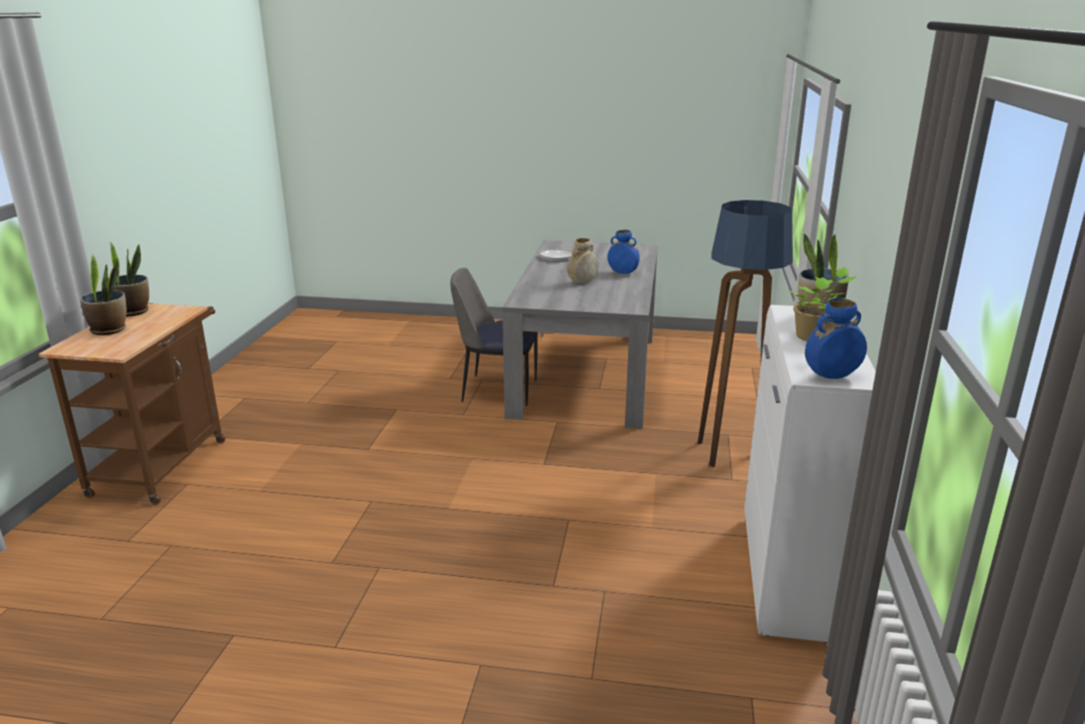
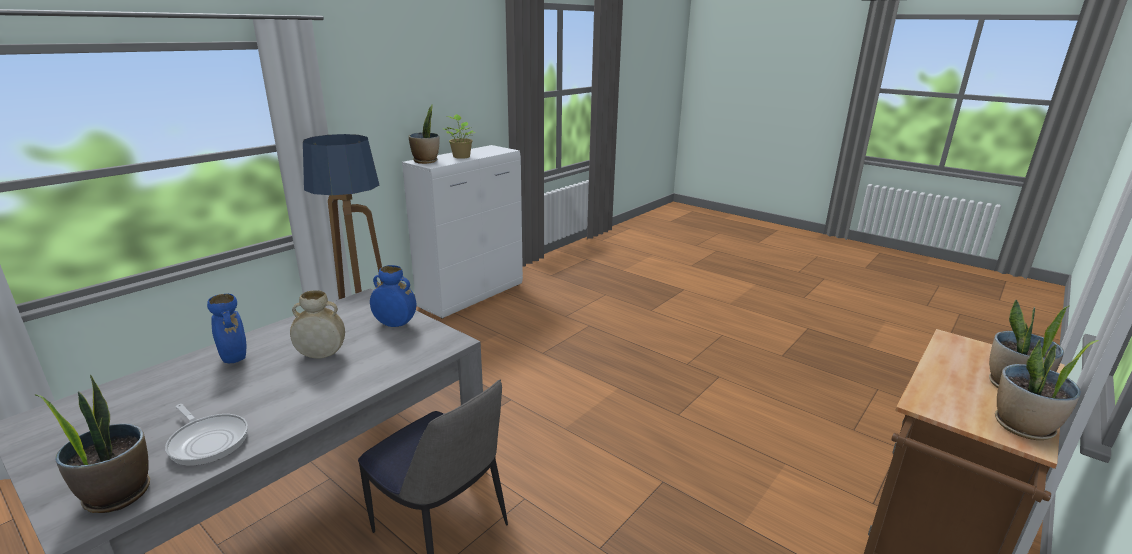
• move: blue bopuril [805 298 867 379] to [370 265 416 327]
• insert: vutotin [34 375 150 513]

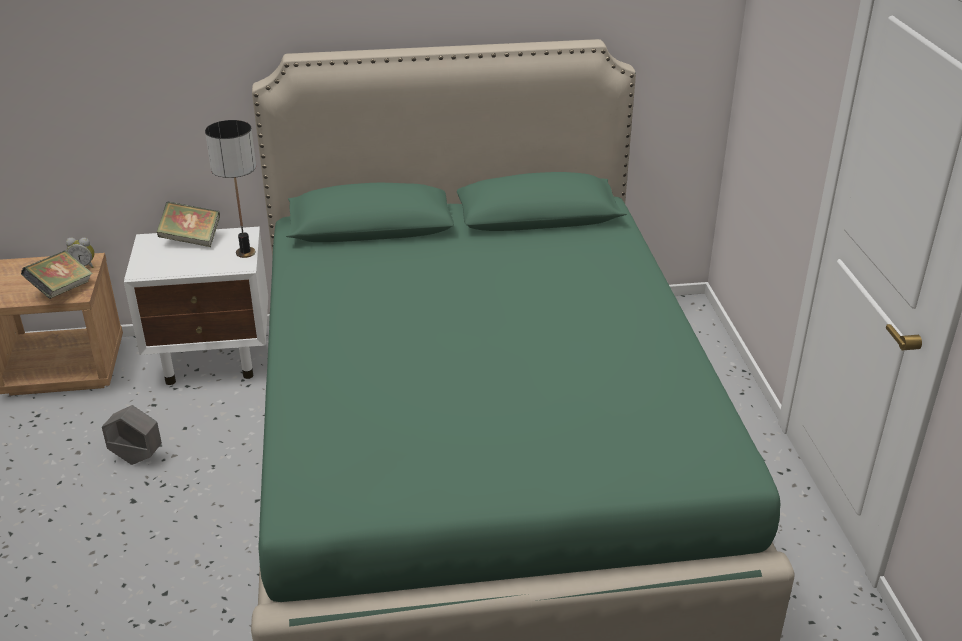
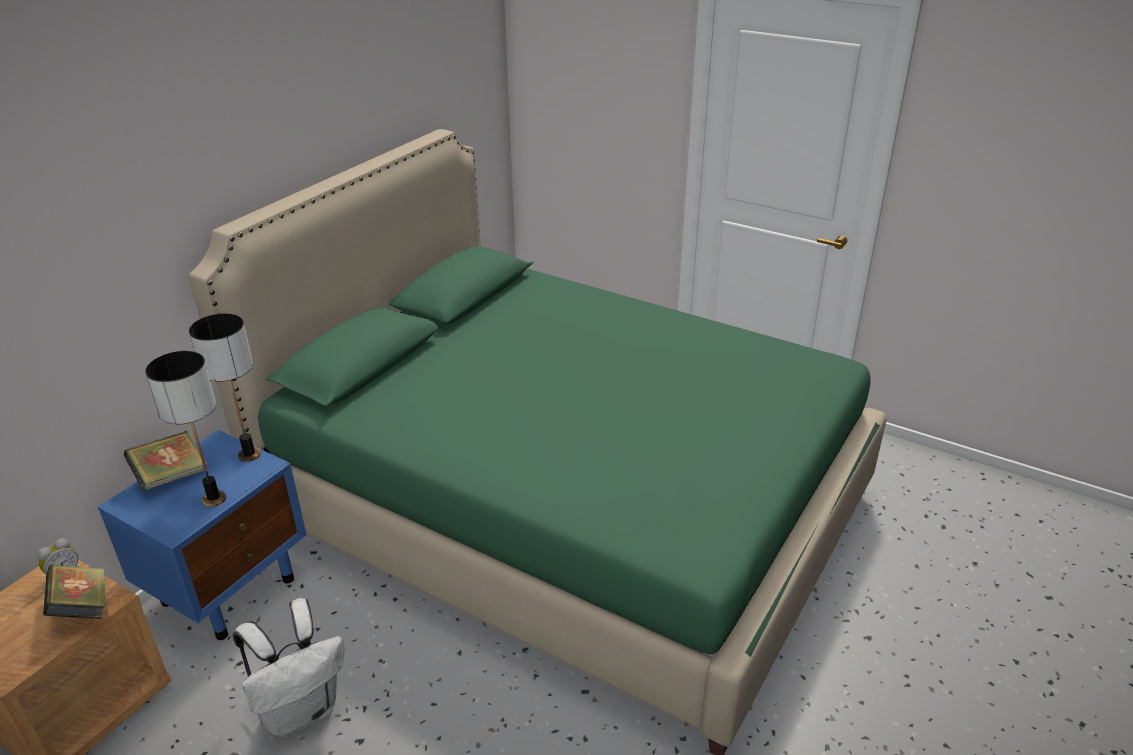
• recolor: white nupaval [124 227 268 385] to blue nupaval [98 430 306 640]
• replace: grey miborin [102 405 162 465] to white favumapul [233 598 344 737]
• insert: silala [145 351 226 507]

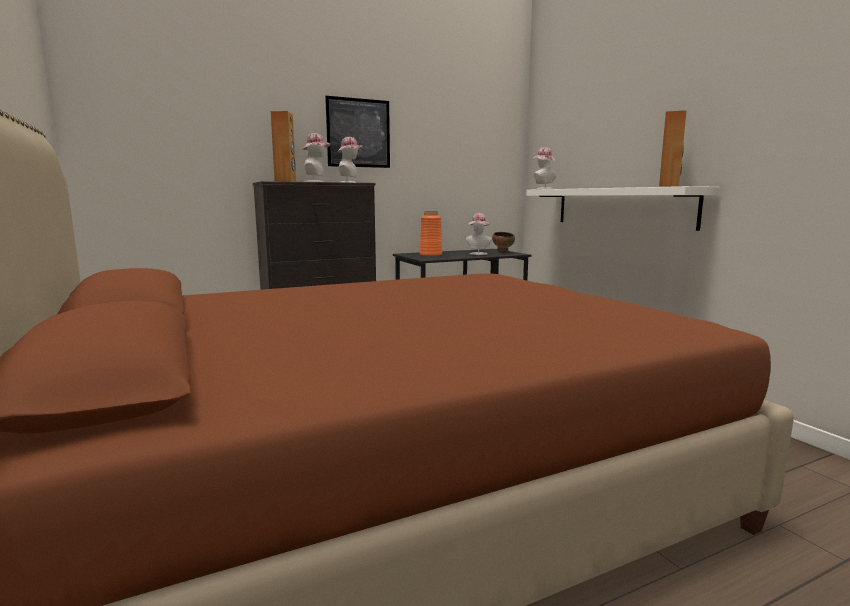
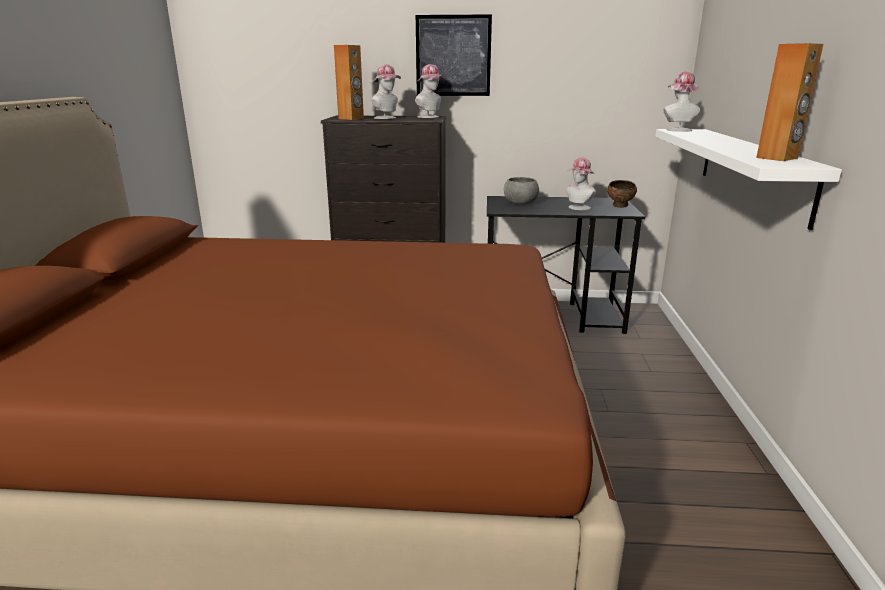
• replace: orange bopuril [420 211 442 256] to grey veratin [504 177 539 205]

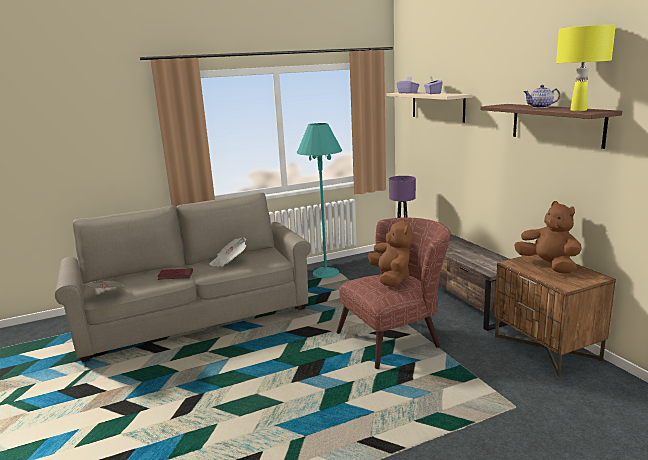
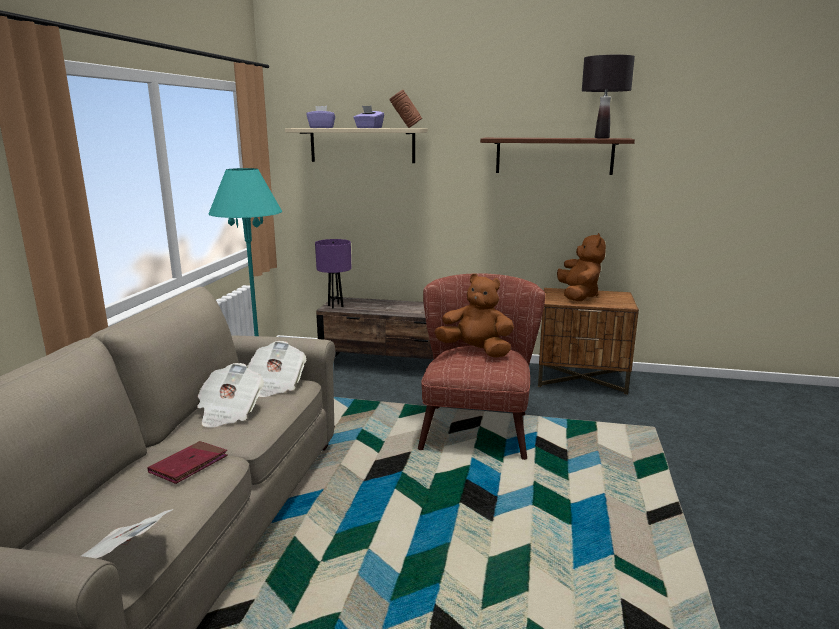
• recolor: yellow silala [556 25 616 111] to black silala [582 55 635 138]
• delete: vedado [523 85 560 108]
• rotate: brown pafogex [514 201 581 273] = [557 233 606 301] 90 degrees clockwise
• insert: brown bopuril [389 90 422 128]
• insert: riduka [247 341 306 397]

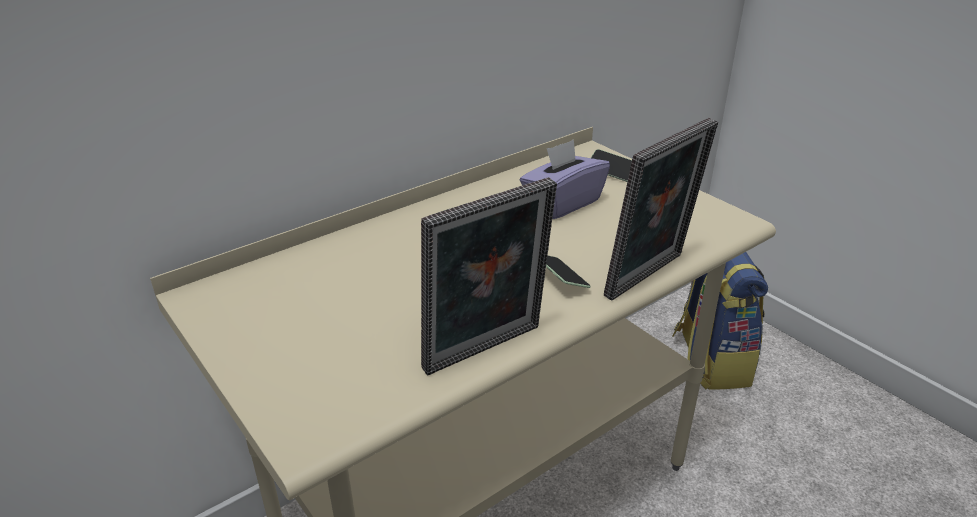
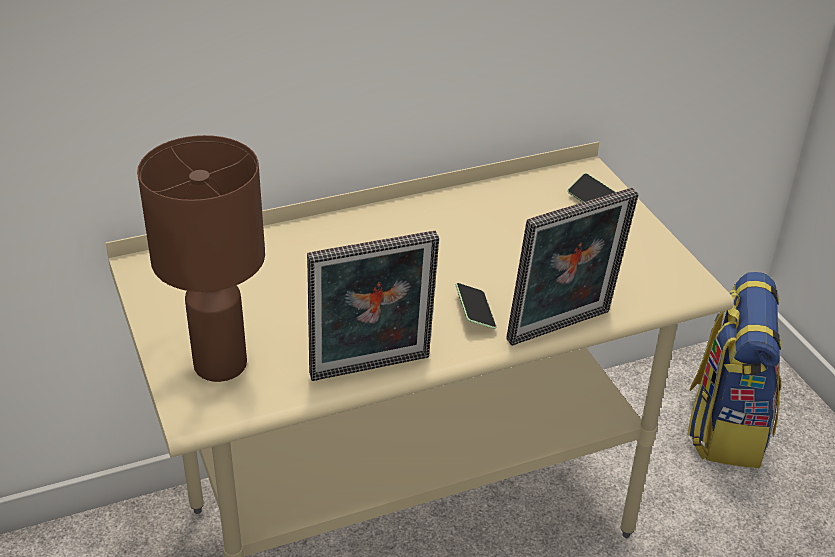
• delete: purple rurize [520 139 610 219]
• insert: brown silala [137 135 265 382]

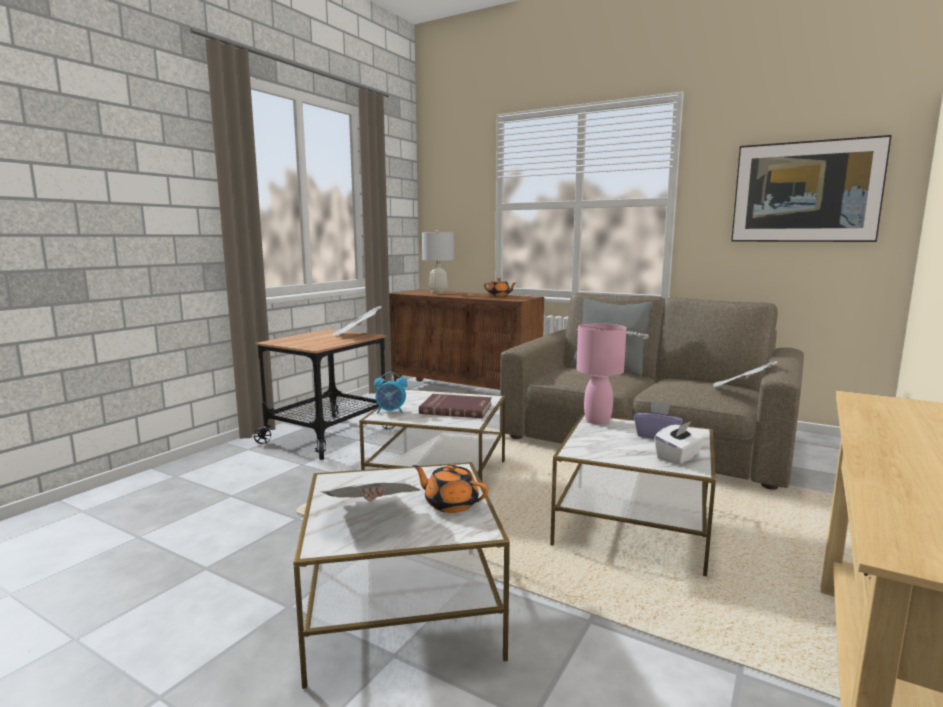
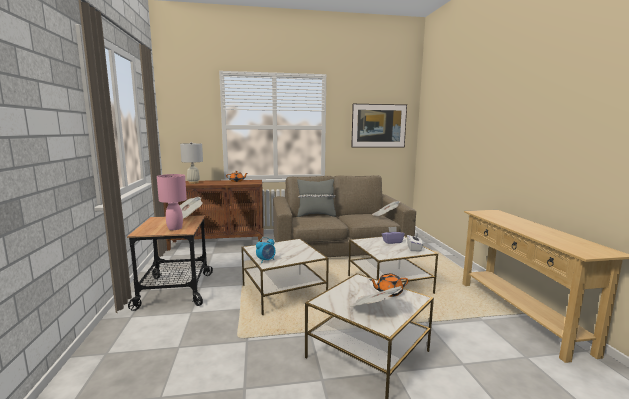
• move: pink silala [576 323 626 425] to [157 174 187 230]
• delete: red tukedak [419 394 492 418]

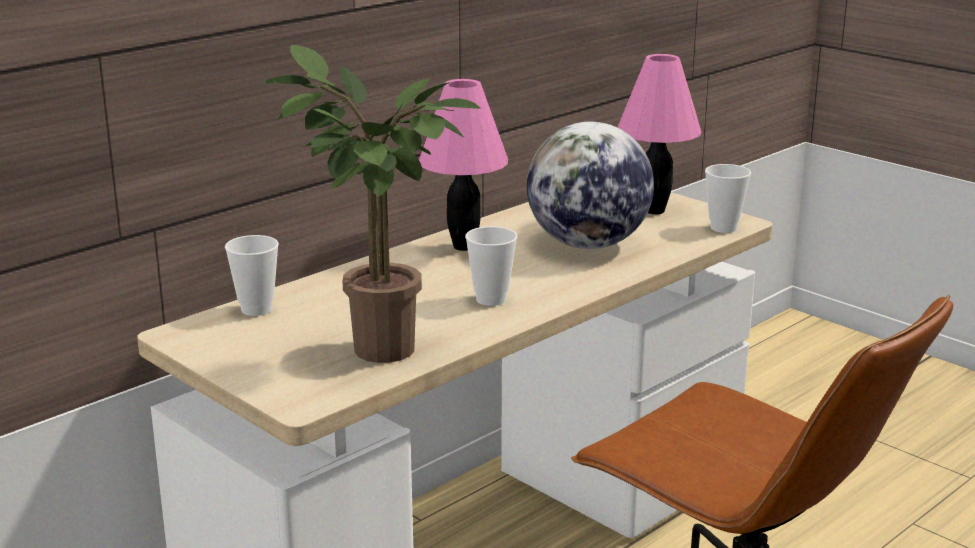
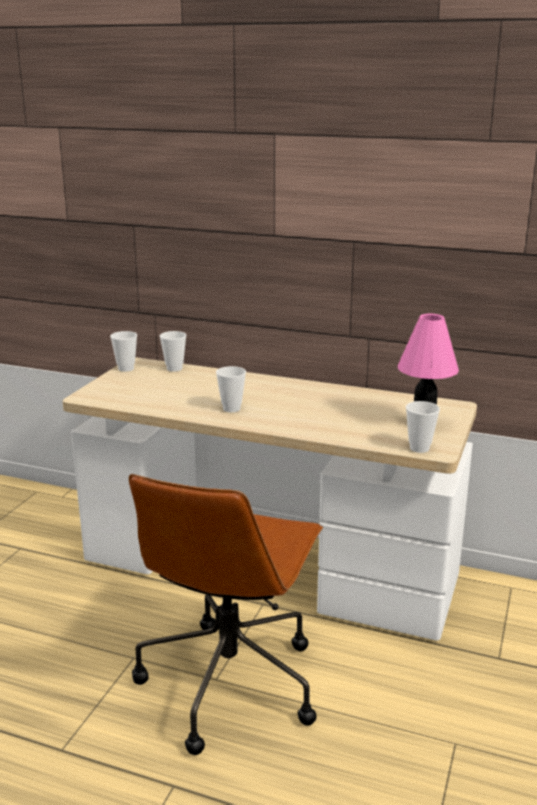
• delete: vutotin [261 45 481 363]
• delete: pink silala [419 79 508 251]
• delete: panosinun [526 122 654 249]
• insert: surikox [110 331 137 372]

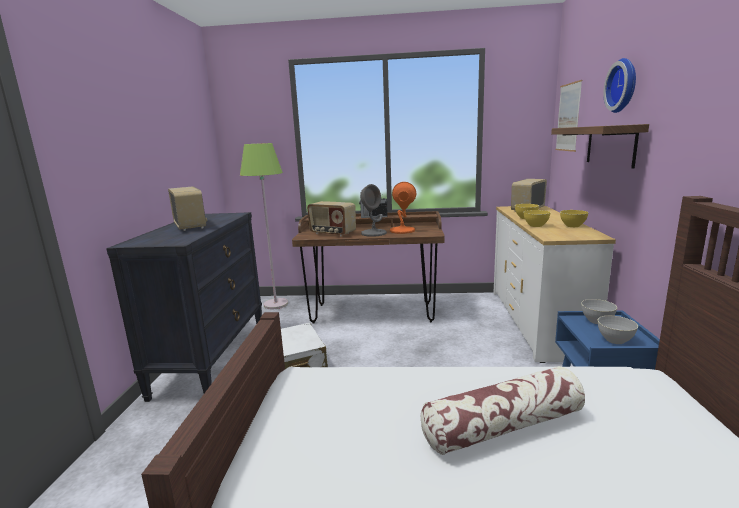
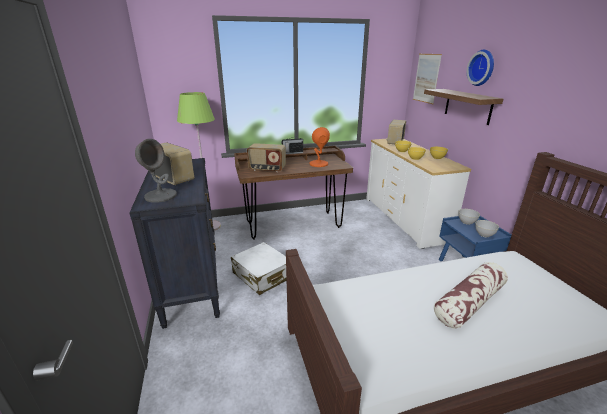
• move: grey silala [360 184 387 237] to [135 139 177 203]

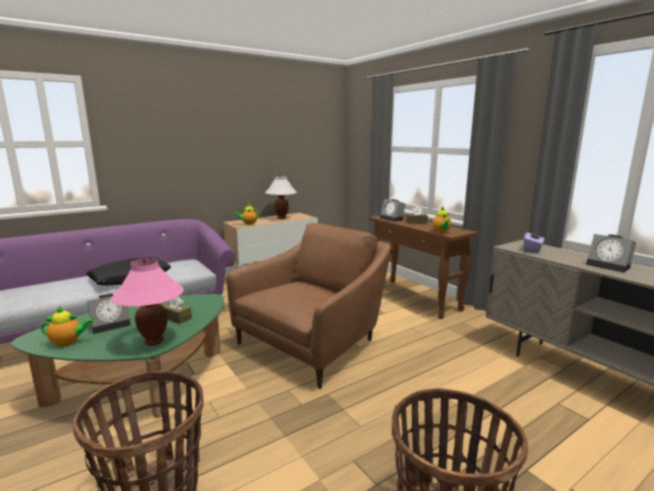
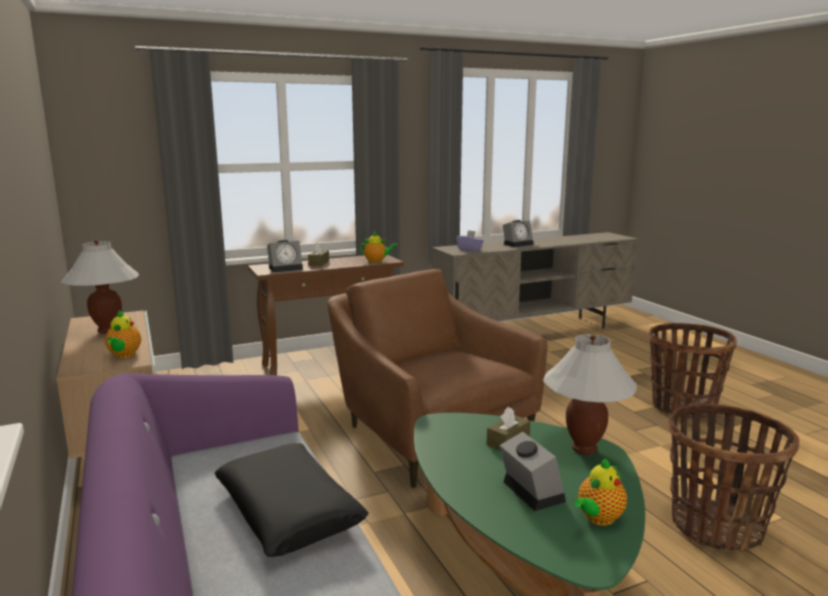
• recolor: pink silala [111 258 184 346] to white silala [543 334 637 455]
• rotate: vedado [41 306 95 347] = [574 458 627 526] 135 degrees counterclockwise

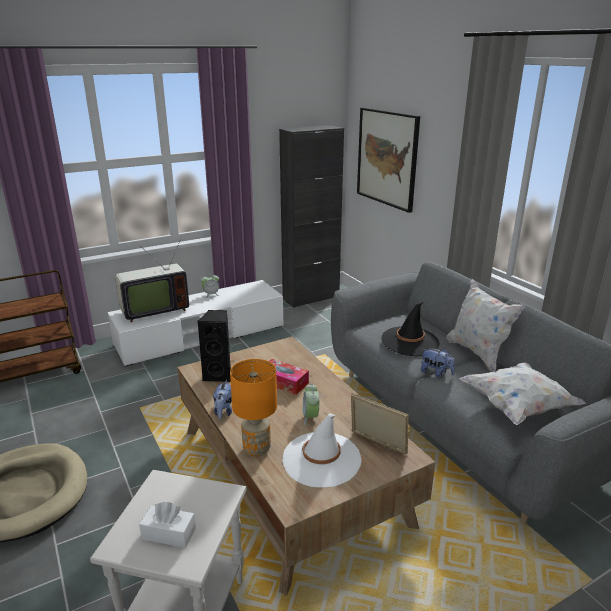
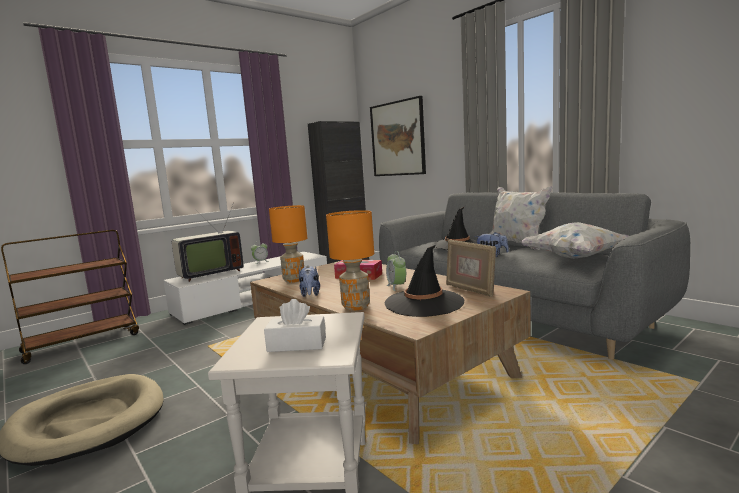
• replace: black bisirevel [198 310 231 382] to orange silala [269 205 307 283]
• rotate: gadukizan [351 393 409 454] = [446 239 496 297] 150 degrees counterclockwise
• recolor: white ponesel [282 414 361 488] to black ponesel [384 245 464 317]

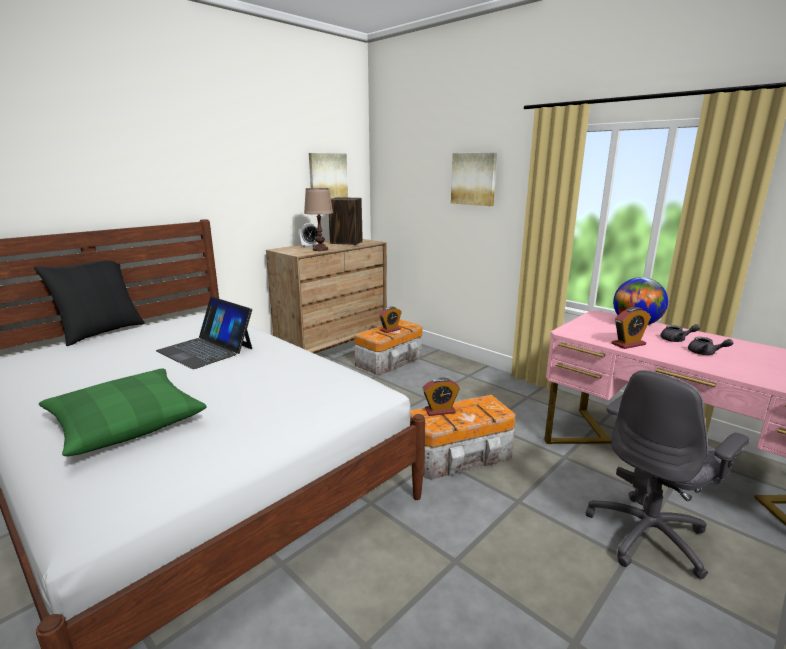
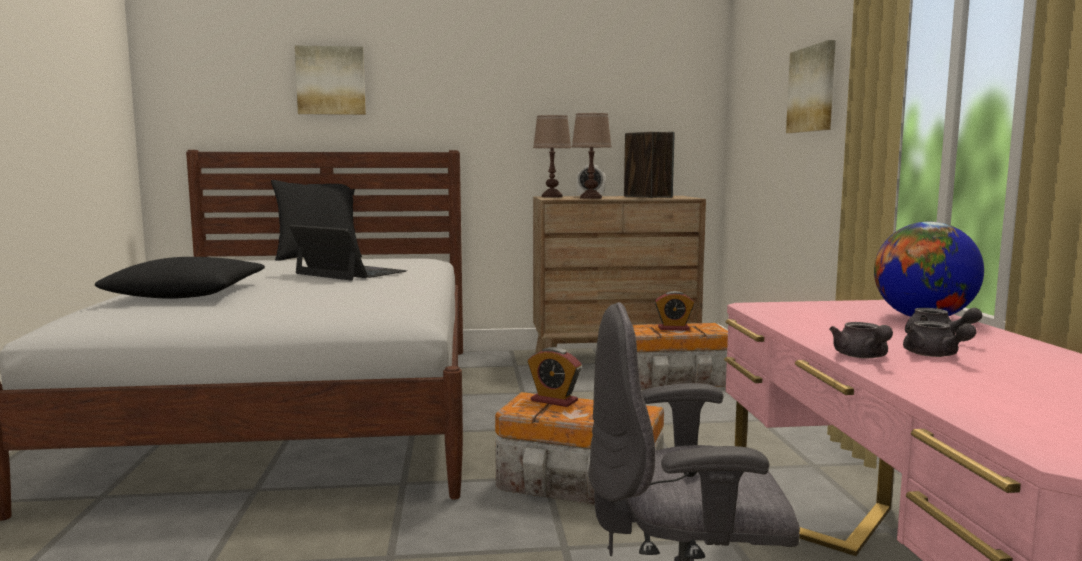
• move: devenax [309 153 348 199] to [295 45 366 115]
• rotate: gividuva [156 297 252 369] = [289 225 407 281] 135 degrees clockwise
• delete: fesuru [612 307 651 349]
• recolor: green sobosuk [39 368 207 456] to black sobosuk [95 257 265 299]
• insert: brown silala [533 115 571 197]
• insert: grey vedado [829 322 893 358]

